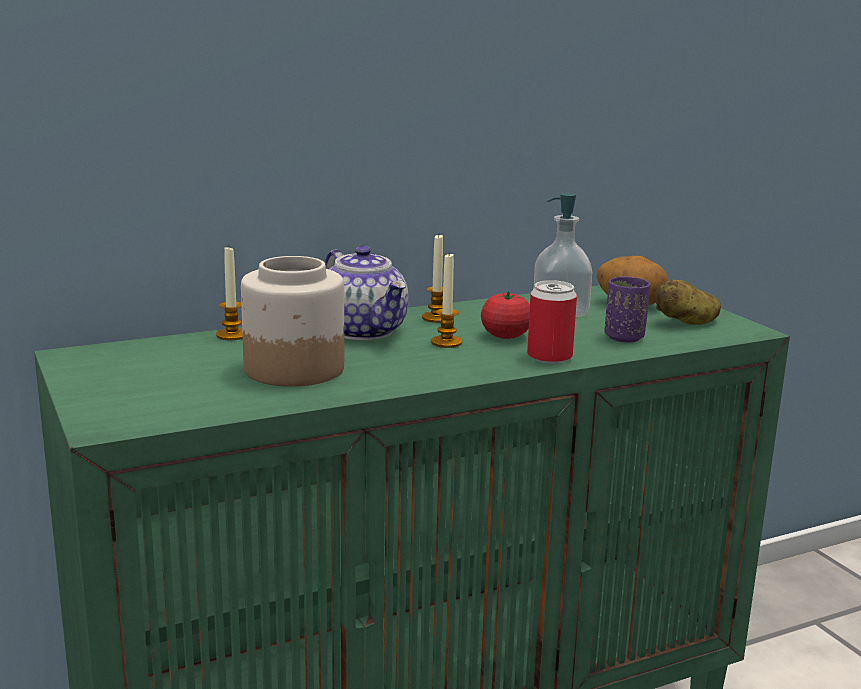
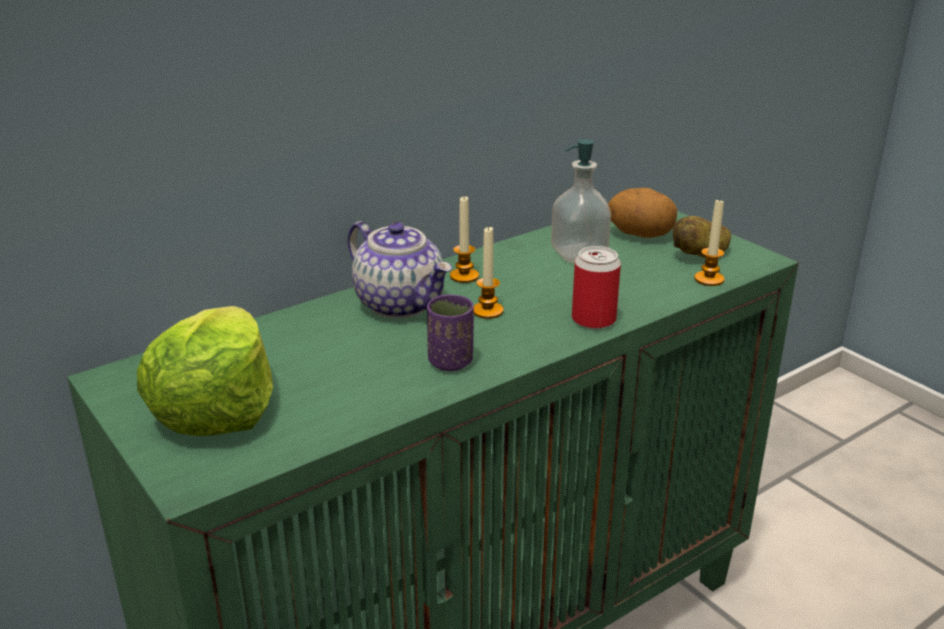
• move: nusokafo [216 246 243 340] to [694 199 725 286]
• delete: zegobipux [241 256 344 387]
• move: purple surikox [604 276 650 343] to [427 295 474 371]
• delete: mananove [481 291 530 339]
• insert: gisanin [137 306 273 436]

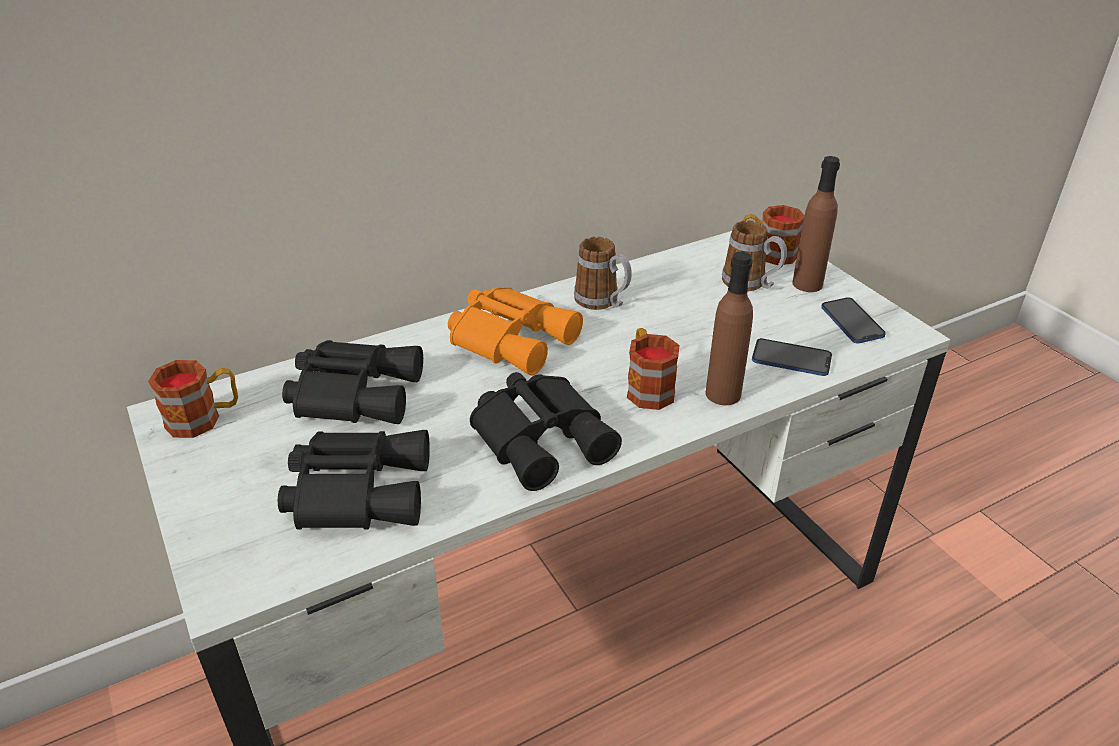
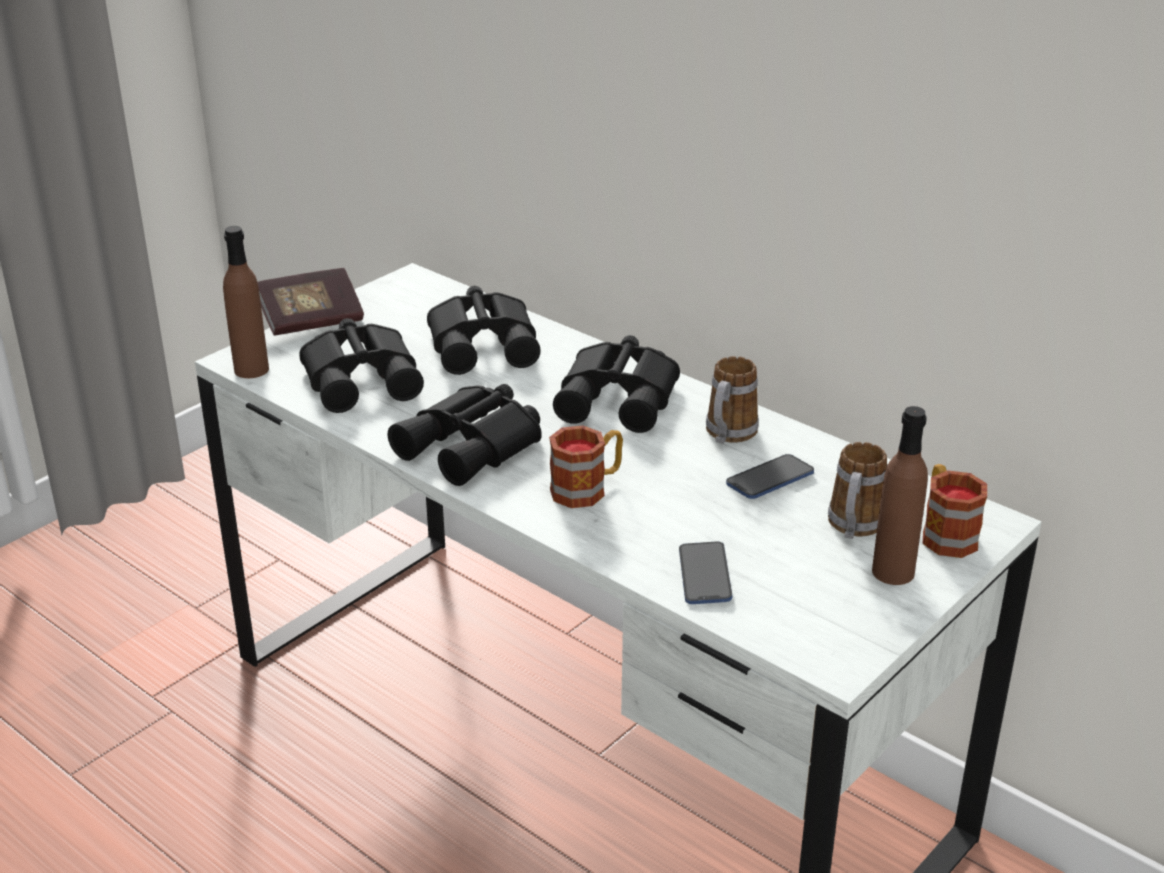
• move: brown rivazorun [705 252 753 405] to [223 226 269 378]
• recolor: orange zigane [448 287 583 375] to black zigane [553 335 680 433]
• move: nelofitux [821 297 886 343] to [726 454 814 499]
• delete: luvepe [148 360 238 438]
• insert: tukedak [257 268 364 336]

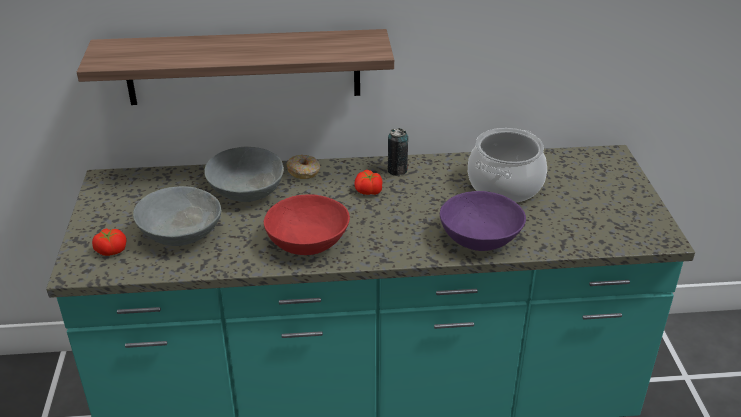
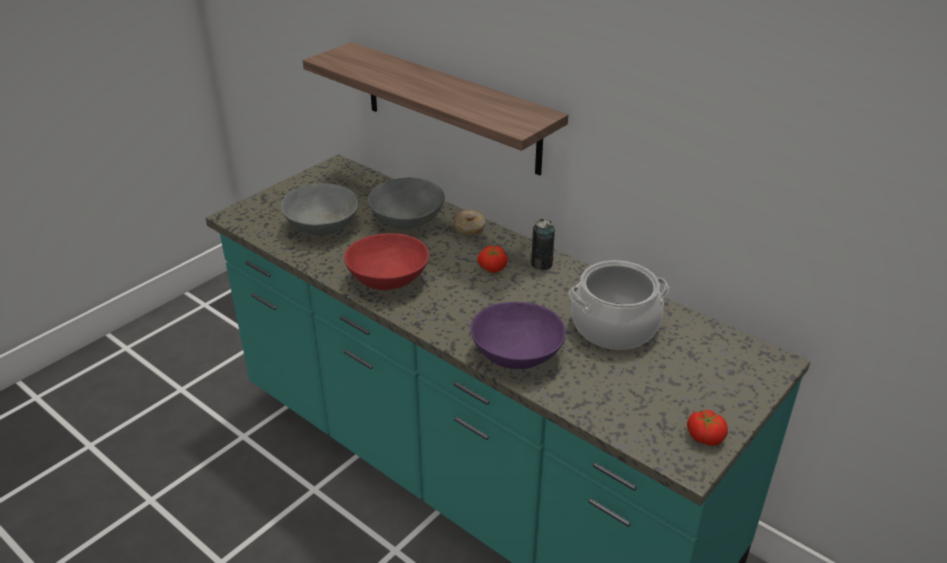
• move: mananove [92 228 126 256] to [687 410 728 446]

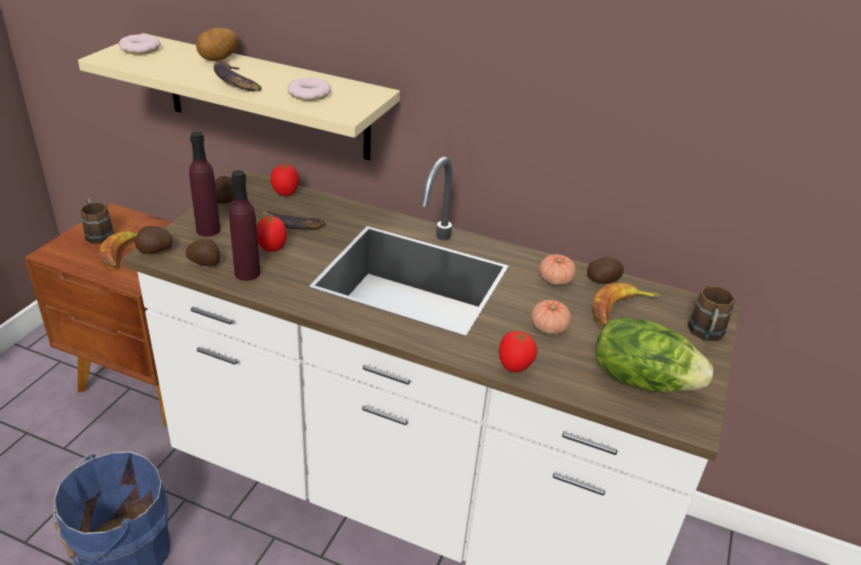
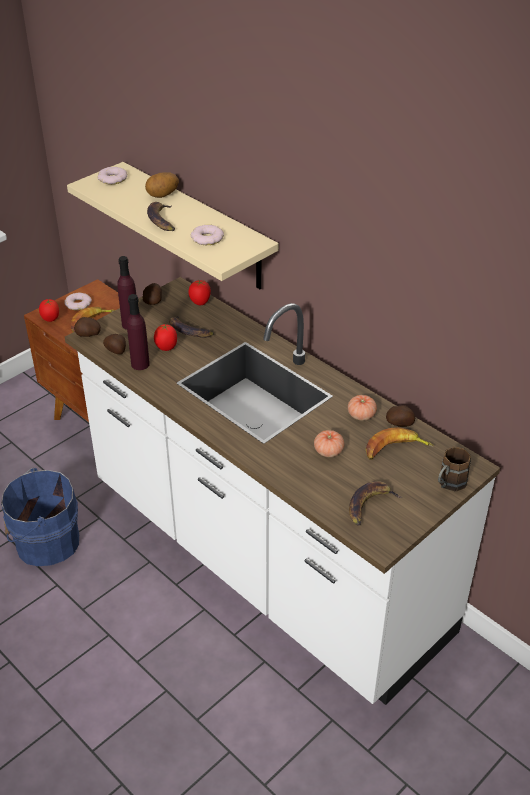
• replace: brown luvepe [80 198 114 244] to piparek [64 293 92 310]
• replace: gisanin [595 317 713 393] to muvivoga [349 481 402 526]
• move: mananove [499 331 537 372] to [39 299 59 322]

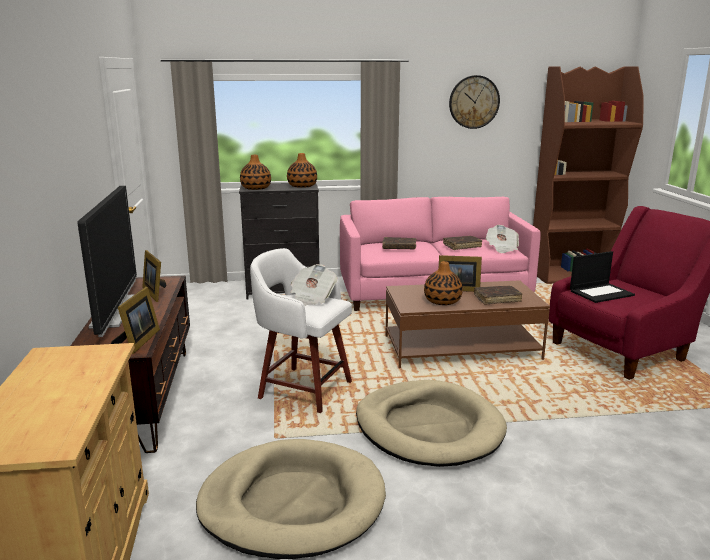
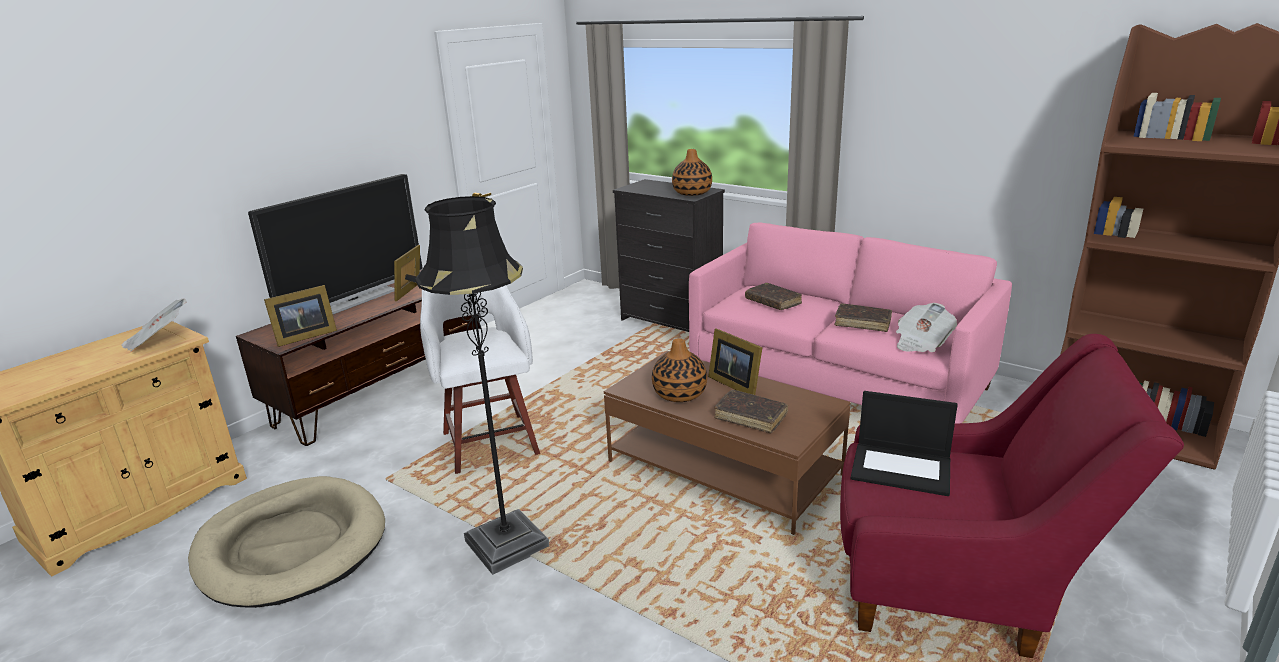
• delete: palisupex [449 75 500 129]
• delete: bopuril [240 155 271 190]
• move: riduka [291 264 337 306] to [121 298 186 351]
• replace: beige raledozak [356 380 507 467] to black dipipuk [415 196 549 575]

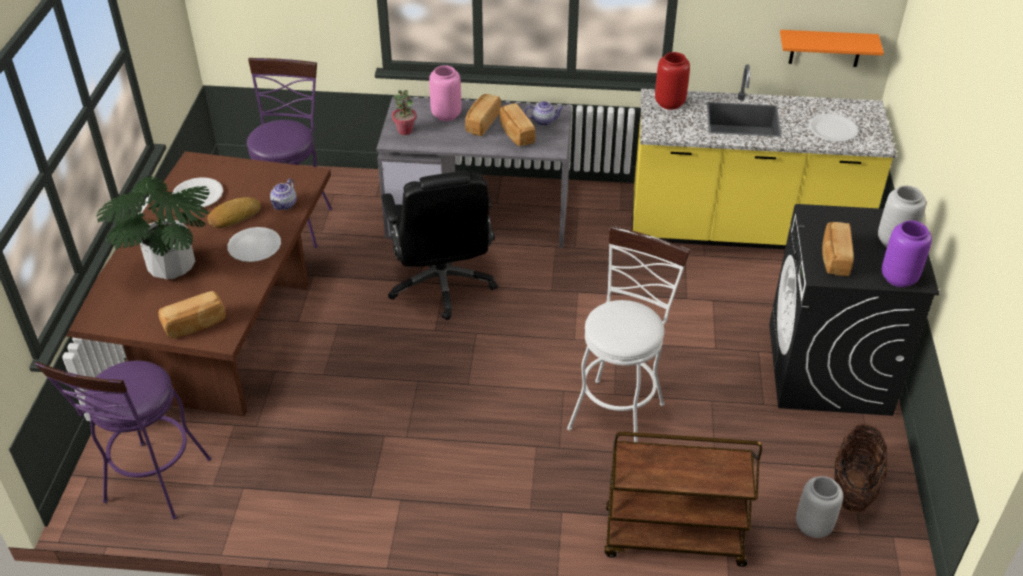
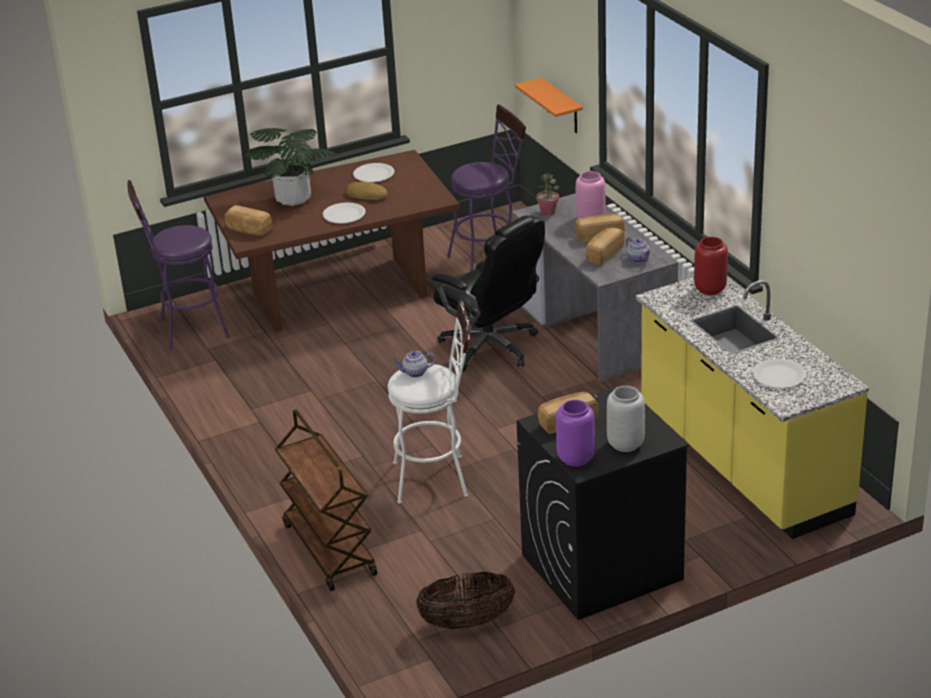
• move: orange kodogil [780 30 884 67] to [515 78 583 133]
• rotate: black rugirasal [381 171 498 320] = [432 216 545 372] 90 degrees counterclockwise
• move: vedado [270 179 297 210] to [394 351 436 377]
• delete: grey bopuril [796 476 843 538]

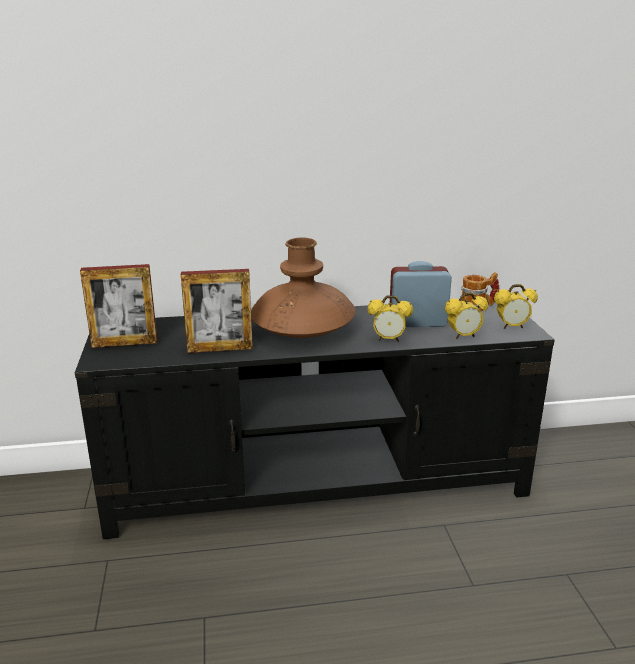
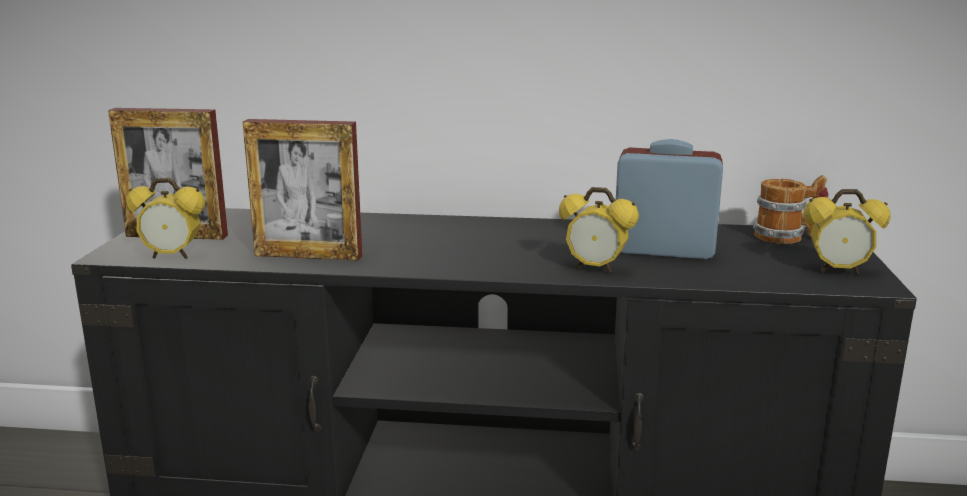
• delete: brown bopuril [251 238 356 338]
• move: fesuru [445 292 488 339] to [126 178 205 259]

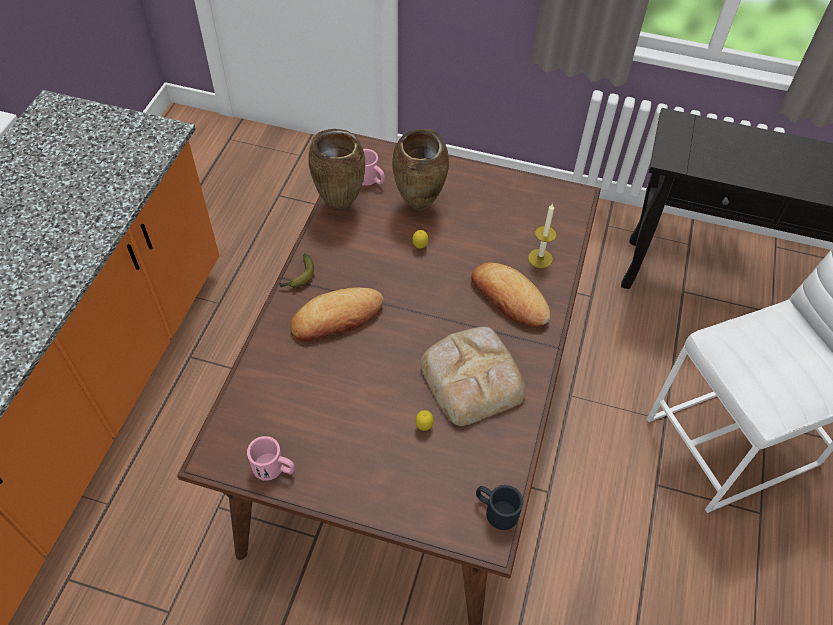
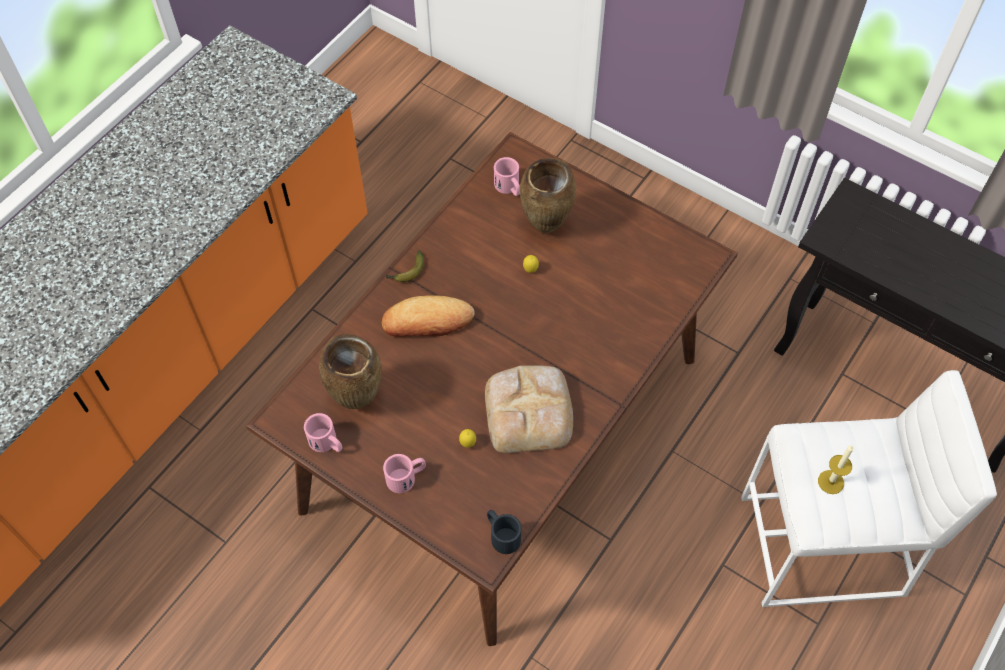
• move: brown bopuril [308 129 365 211] to [319 334 382 409]
• move: nusokafo [528 203 557 268] to [818 446 854 494]
• delete: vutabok [471 262 550 326]
• insert: pink luvepe [383 454 426 493]

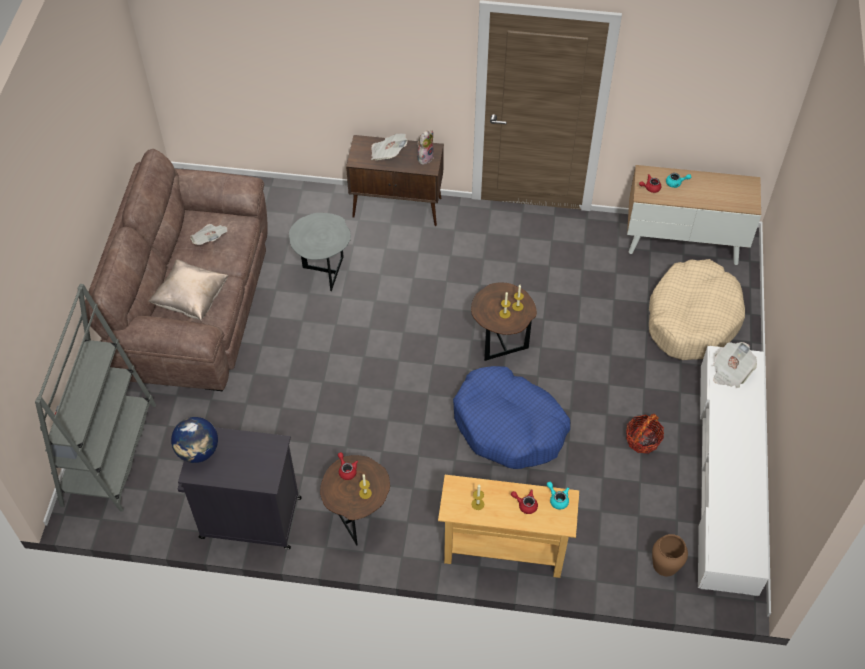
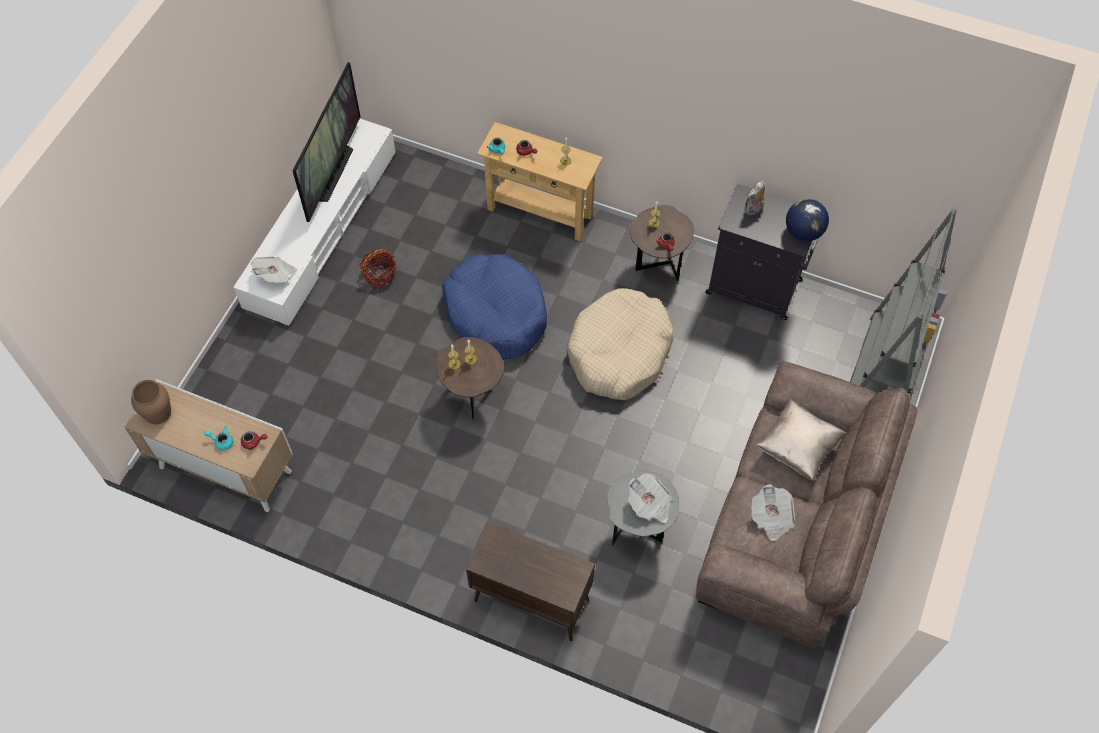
• move: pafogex [417 130 434 165] to [745 181 765 215]
• move: riduka [371 134 408 160] to [628 474 672 523]
• move: beige raledozak [649 259 745 360] to [568 288 674 400]
• move: brown bopuril [652 534 688 576] to [131 380 171 424]
• insert: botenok [293 62 361 222]

